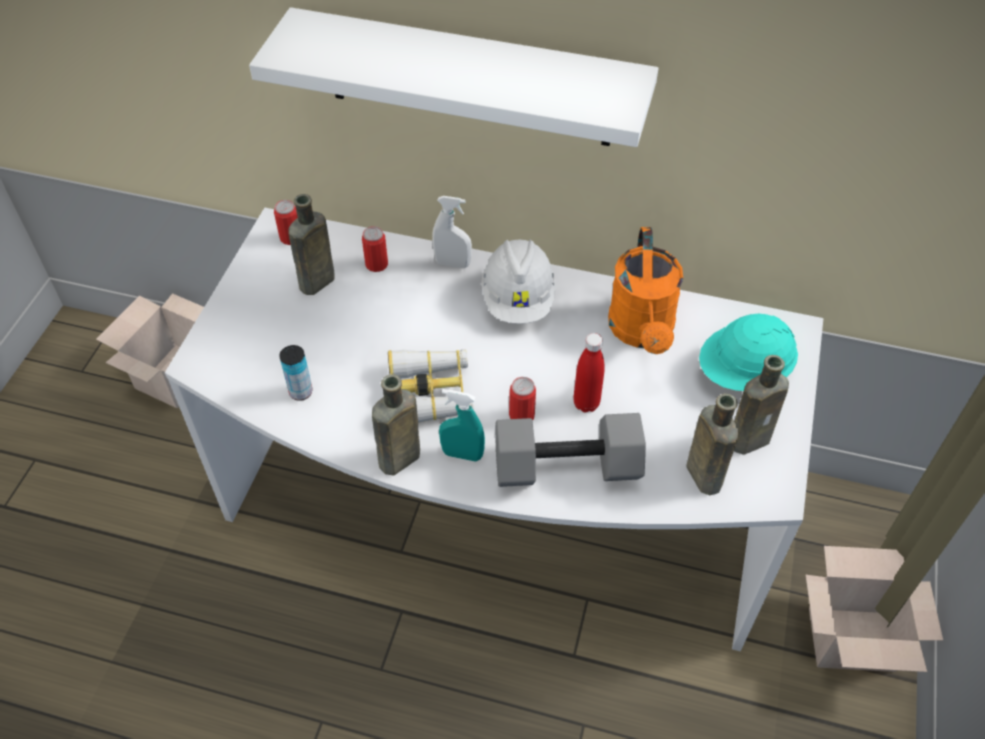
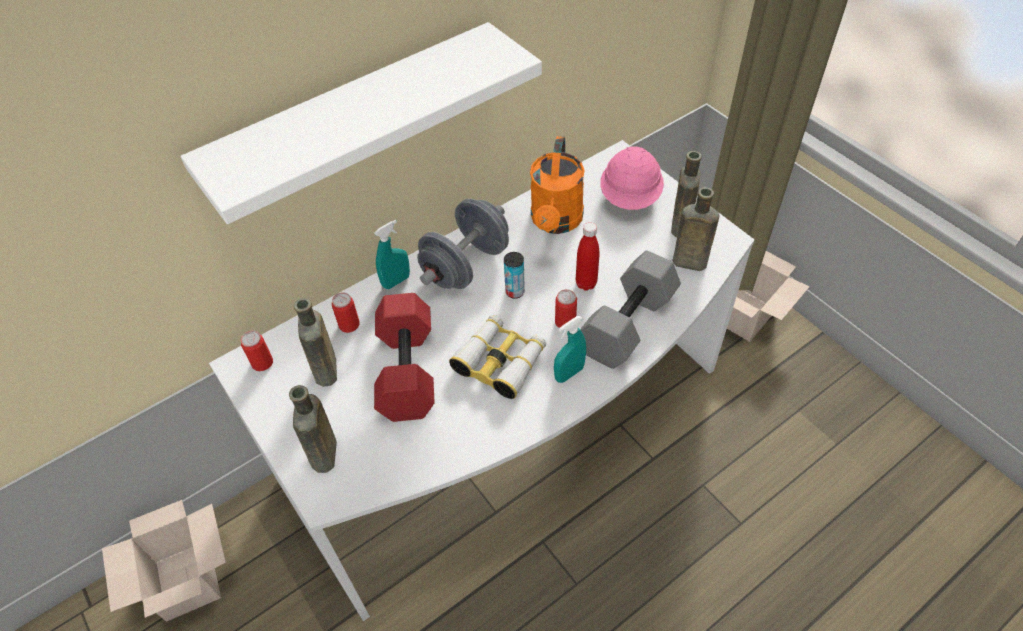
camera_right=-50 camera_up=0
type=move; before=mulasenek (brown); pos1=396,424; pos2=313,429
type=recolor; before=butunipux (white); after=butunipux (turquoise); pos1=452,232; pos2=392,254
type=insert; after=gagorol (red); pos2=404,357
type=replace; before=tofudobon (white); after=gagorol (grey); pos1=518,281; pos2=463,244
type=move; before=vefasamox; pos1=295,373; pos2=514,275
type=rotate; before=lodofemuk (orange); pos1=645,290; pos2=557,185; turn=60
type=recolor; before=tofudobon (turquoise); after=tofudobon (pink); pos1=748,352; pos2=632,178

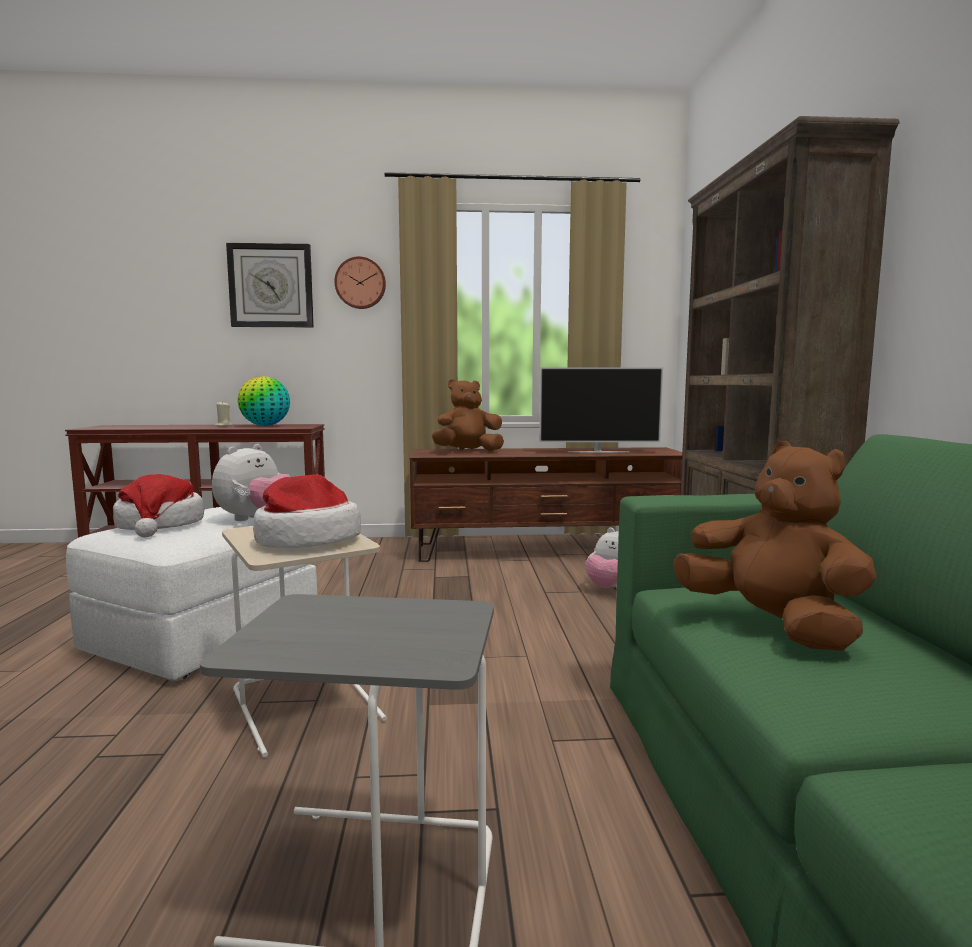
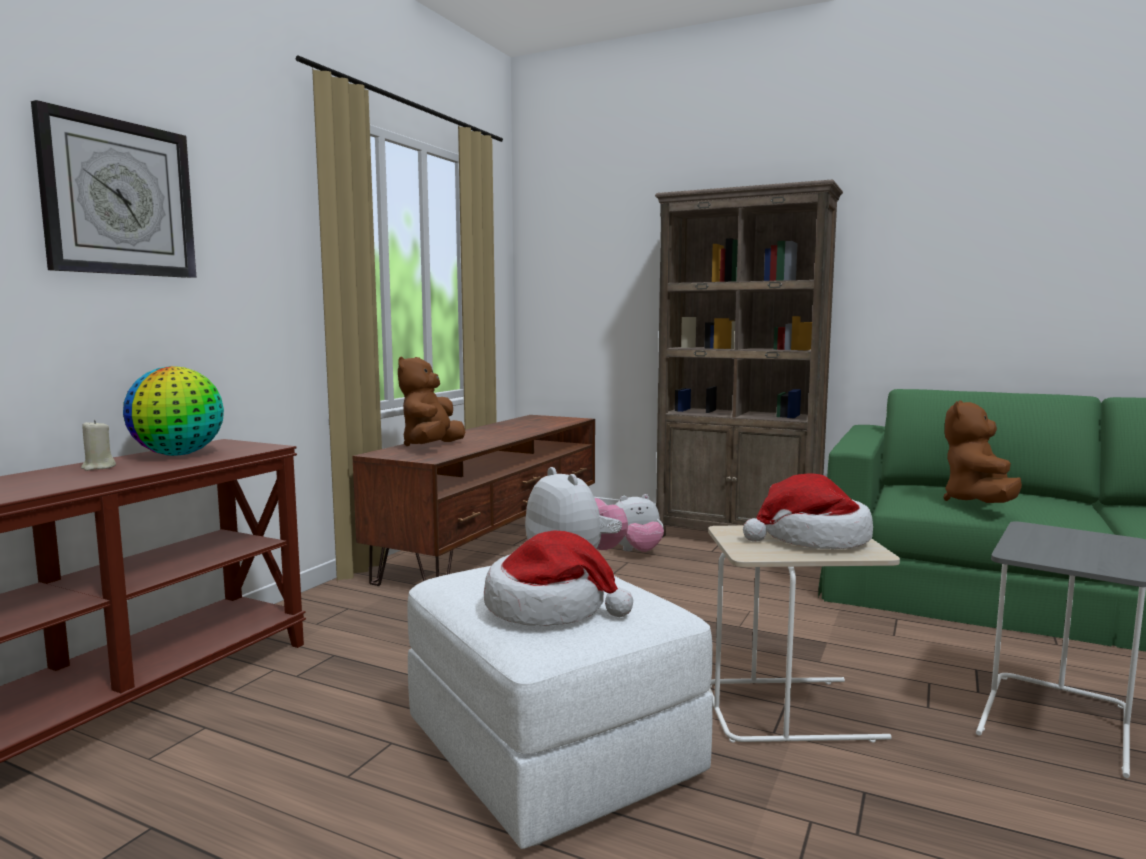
camera_right=-60 camera_up=0
type=rotate; before=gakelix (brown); pos1=774,546; pos2=982,451; turn=-60
type=delete; before=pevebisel; pos1=360,282
type=delete; before=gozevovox; pos1=601,410

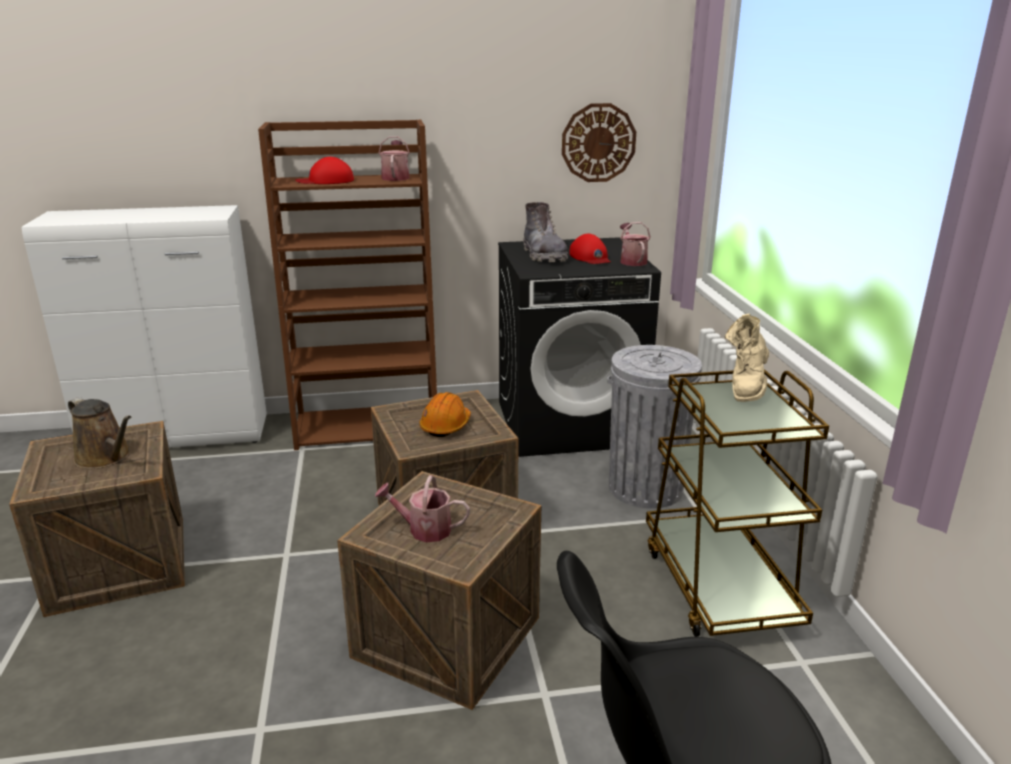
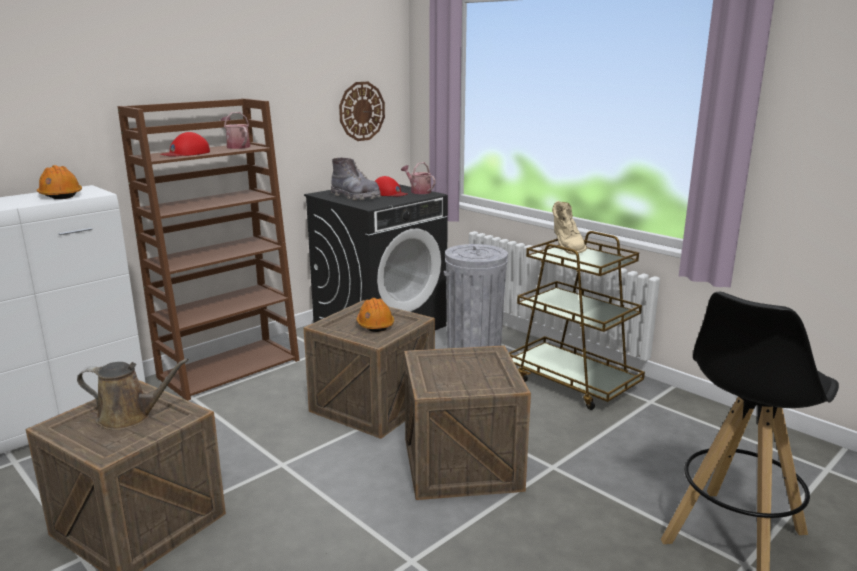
camera_right=-35 camera_up=-5
type=insert; after=tofudobon (orange); pos2=59,182
type=delete; before=lodofemuk; pos1=422,508

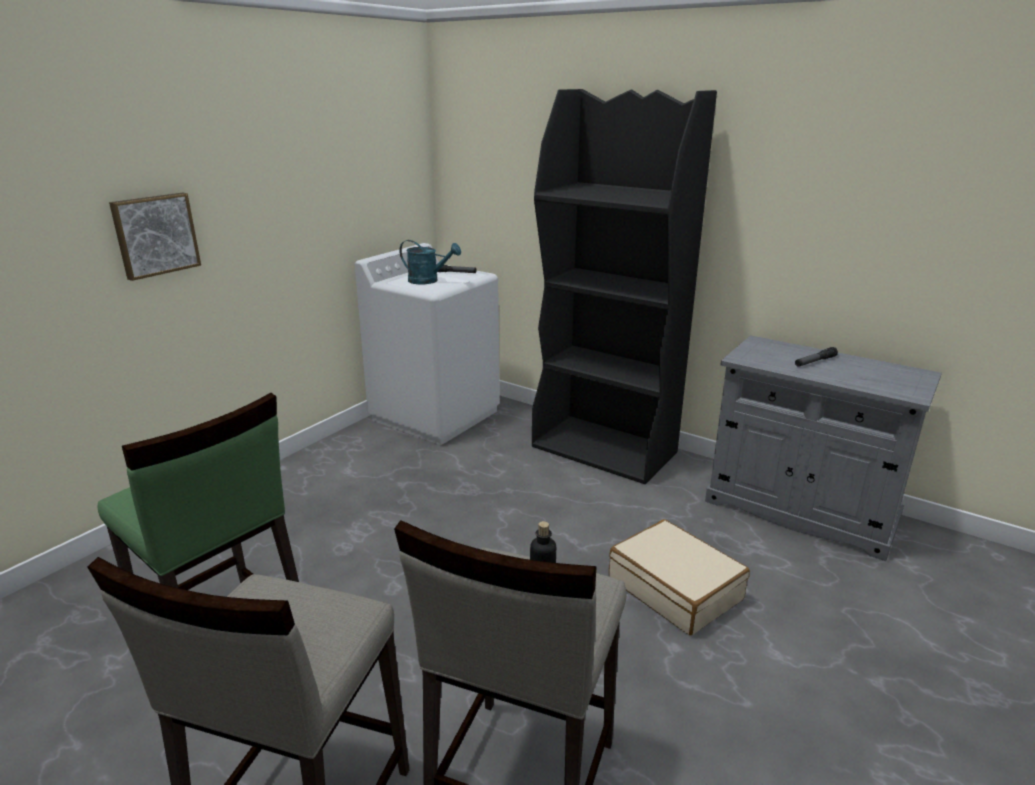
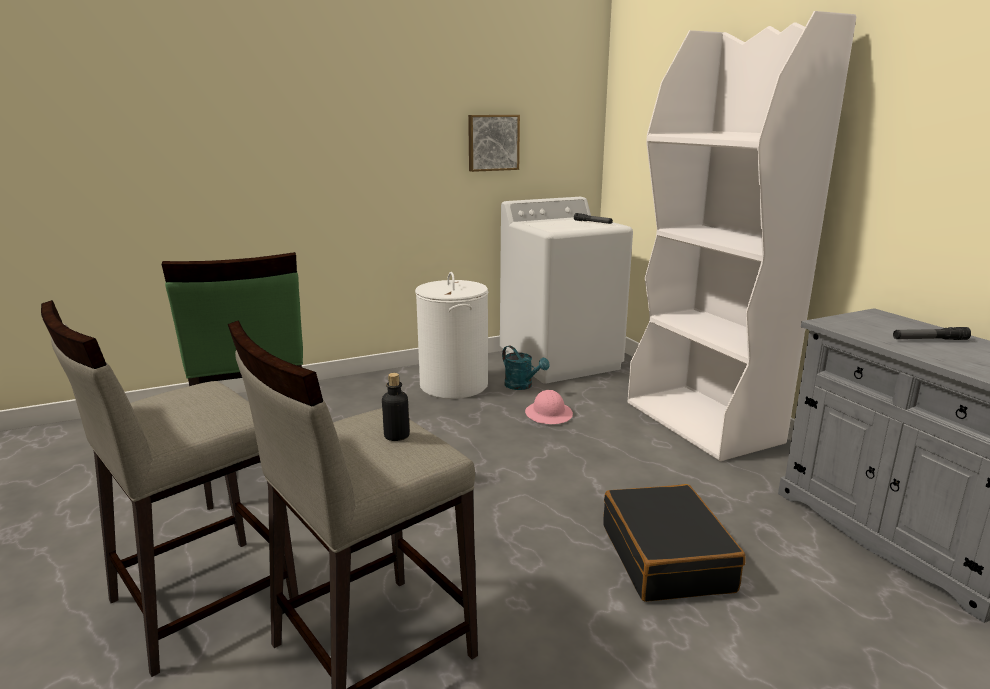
camera_right=30 camera_up=-5
type=insert; after=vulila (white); pos2=451,335
type=move; before=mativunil; pos1=155,237; pos2=494,143
type=move; before=lodofemuk (turquoise); pos1=430,262; pos2=525,367
type=insert; after=tofudobon (pink); pos2=549,407
type=recolor; before=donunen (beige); after=donunen (black); pos1=679,577; pos2=674,543
type=recolor; before=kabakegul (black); after=kabakegul (white); pos1=624,286; pos2=741,236

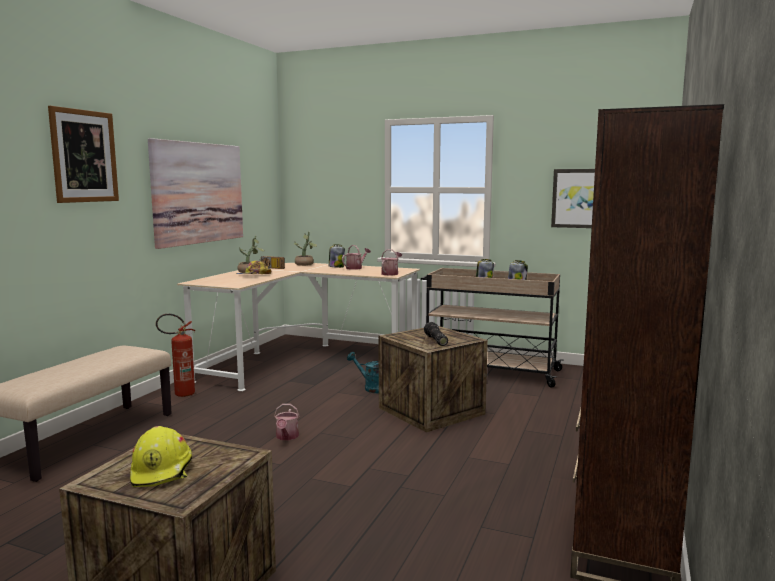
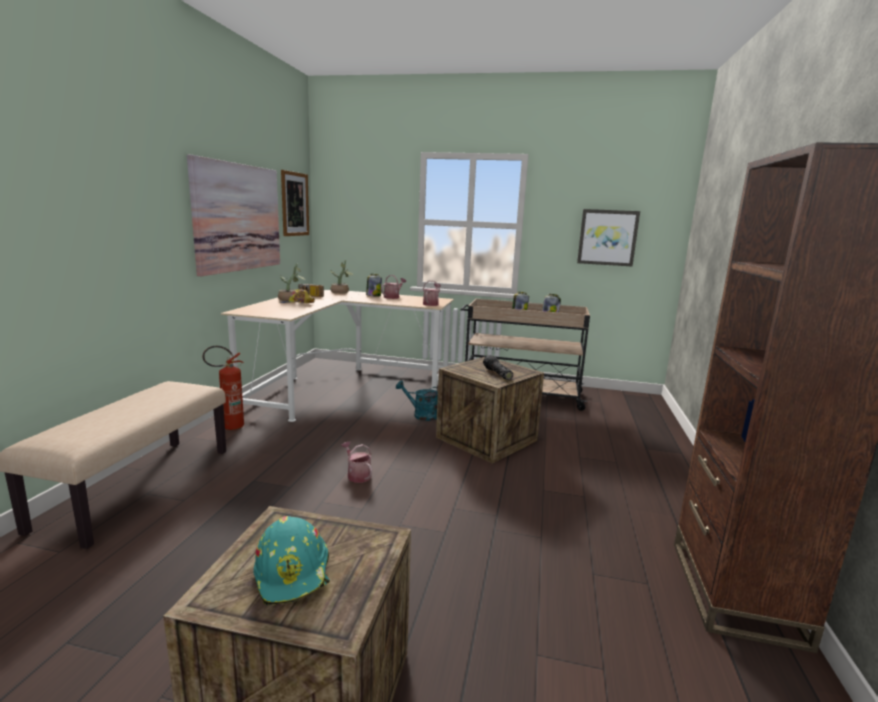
camera_right=-10 camera_up=5
type=recolor; before=tofudobon (yellow); after=tofudobon (turquoise); pos1=161,456; pos2=291,560
type=move; before=mativunil; pos1=83,154; pos2=295,203
type=rotate; before=lodofemuk; pos1=286,422; pos2=356,462; turn=150

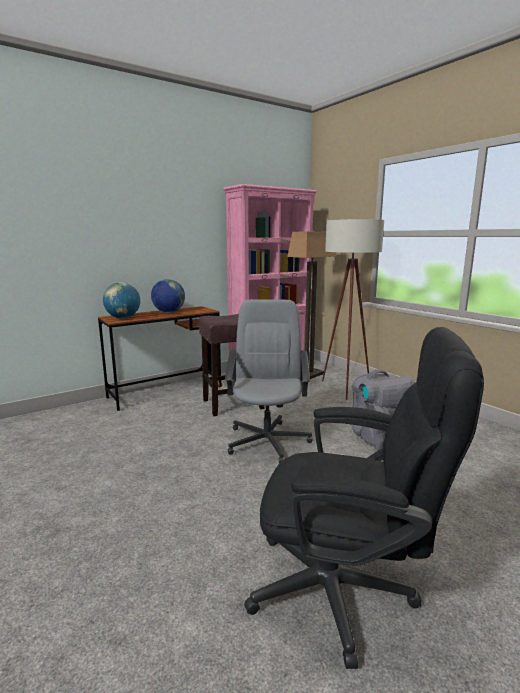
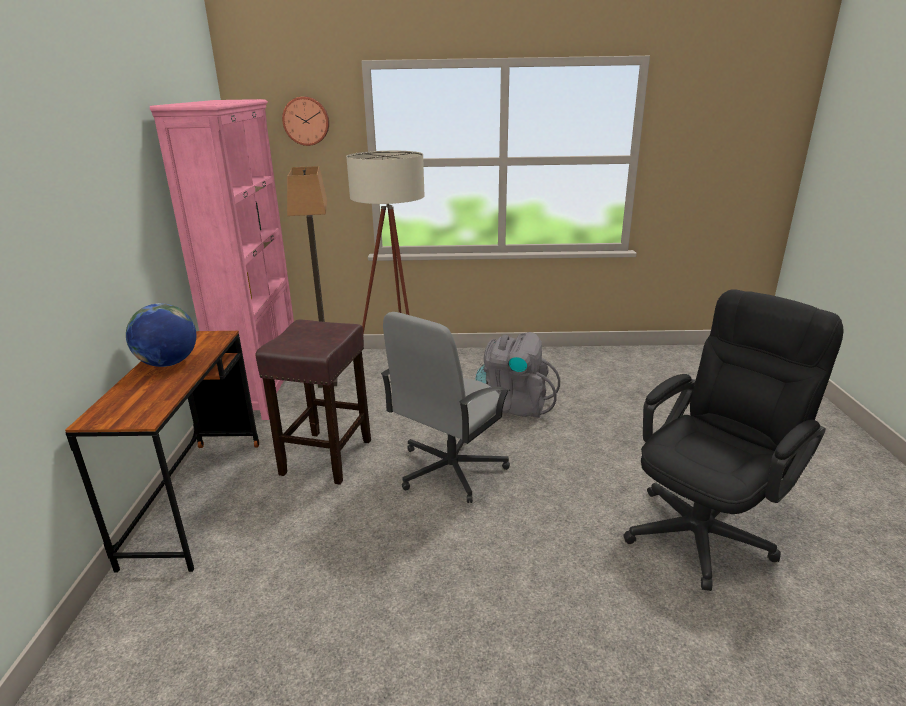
camera_right=-55 camera_up=10
type=insert; after=pevebisel; pos2=305,121
type=rotate; before=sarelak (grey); pos1=269,381; pos2=446,407; turn=-90
type=delete; before=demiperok; pos1=121,300

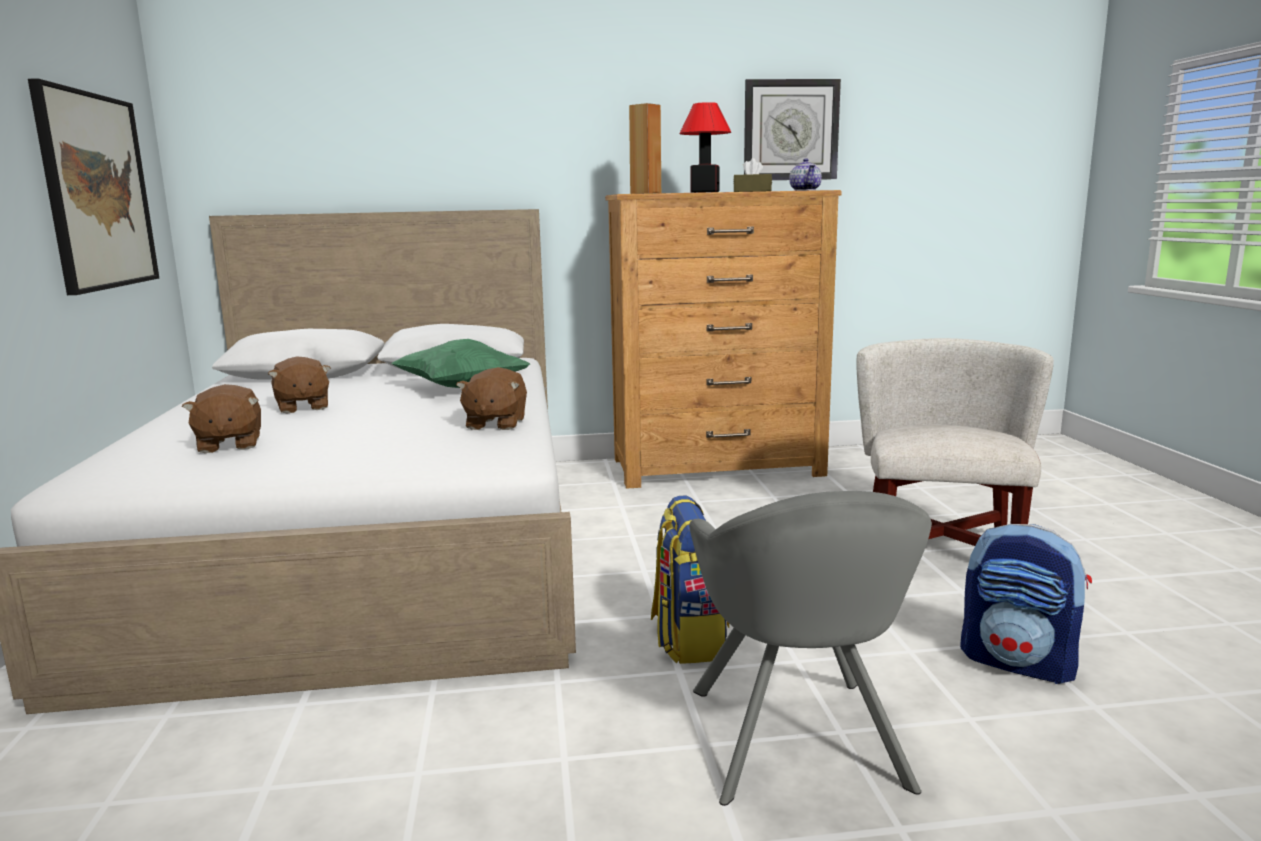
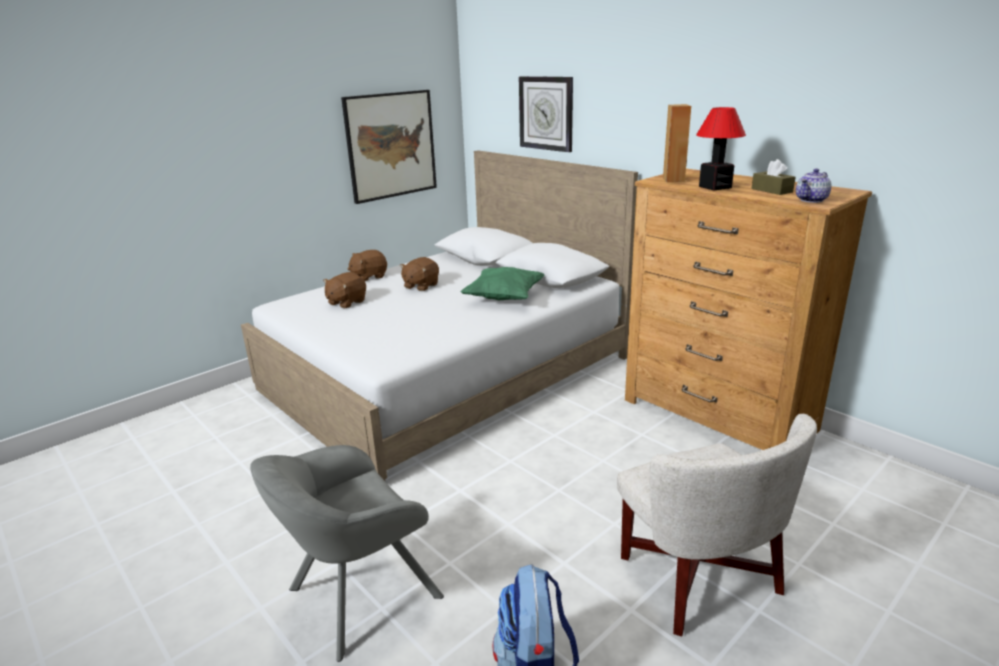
camera_right=55 camera_up=10
type=move; before=gakelix (brown); pos1=491,398; pos2=367,265
type=move; before=pevebisel; pos1=792,129; pos2=546,114
type=rotate; before=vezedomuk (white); pos1=955,442; pos2=717,525; turn=90
type=delete; before=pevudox; pos1=690,580

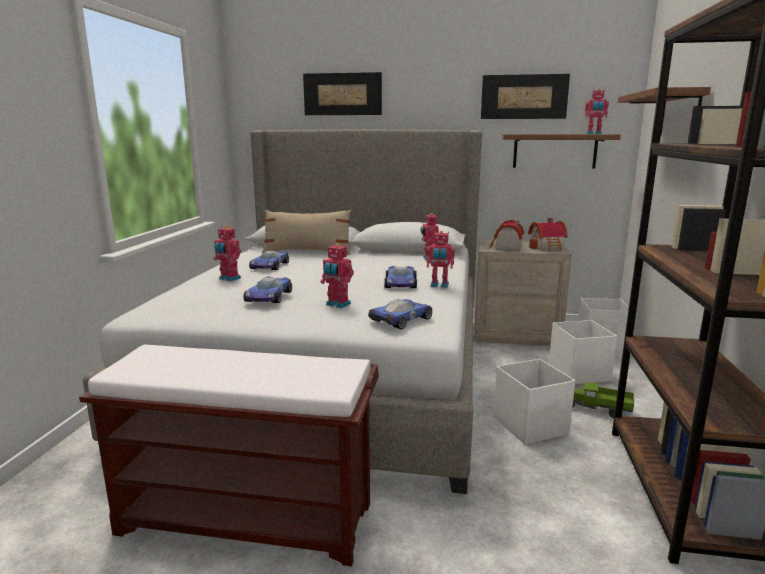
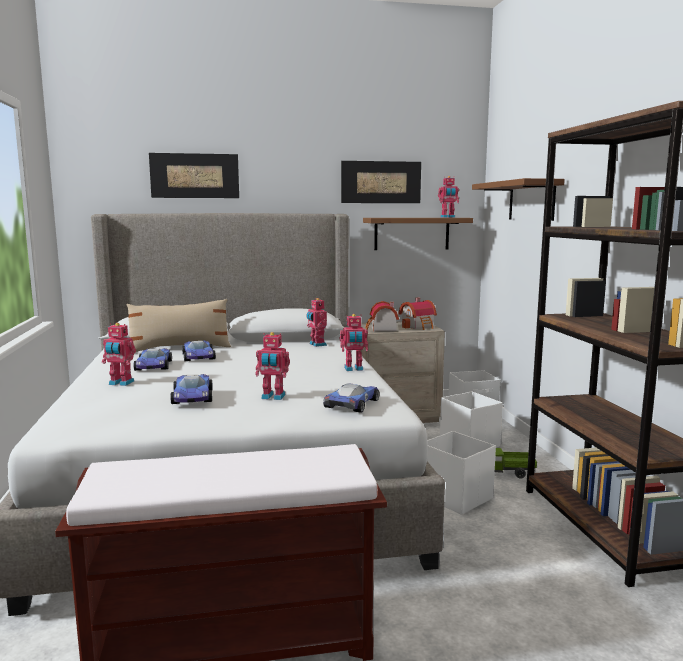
camera_right=-20 camera_up=-5
type=move; before=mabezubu; pos1=400,277; pos2=199,350

